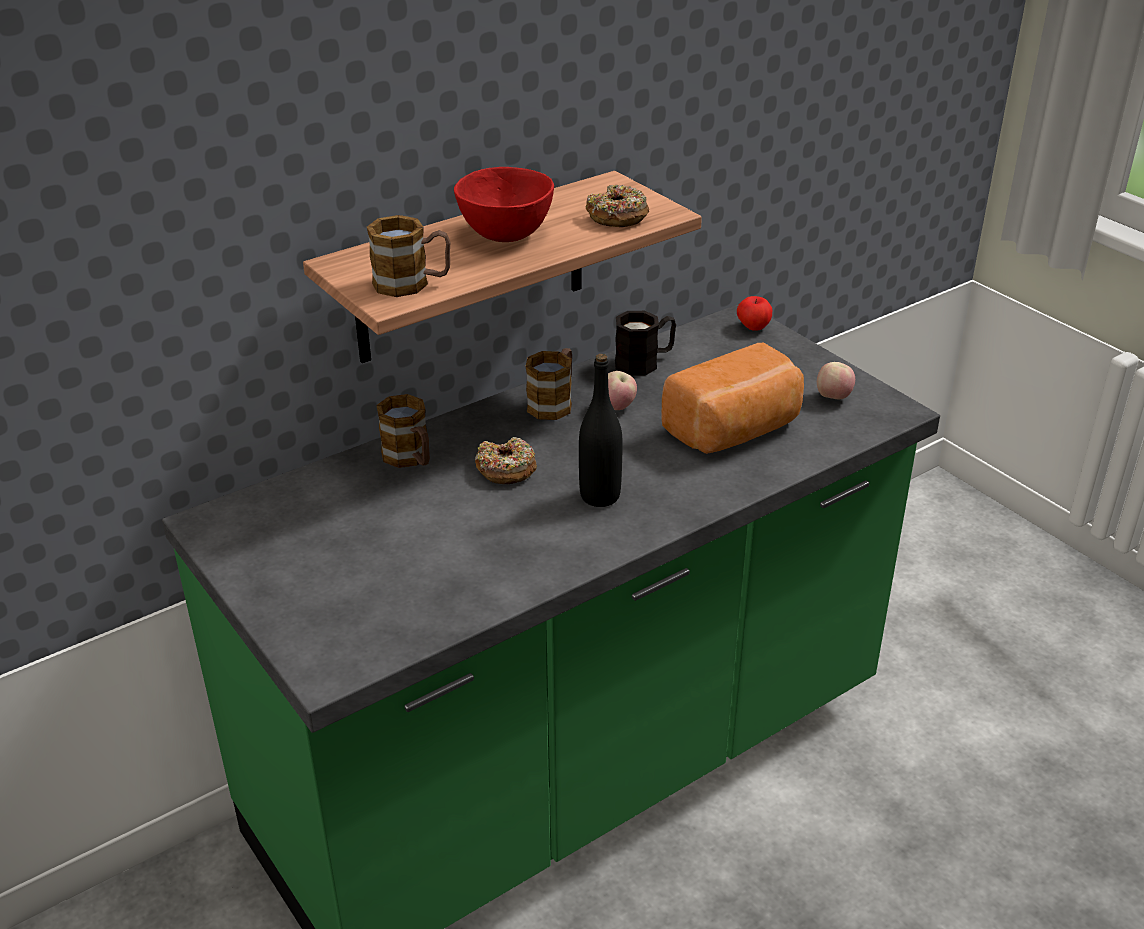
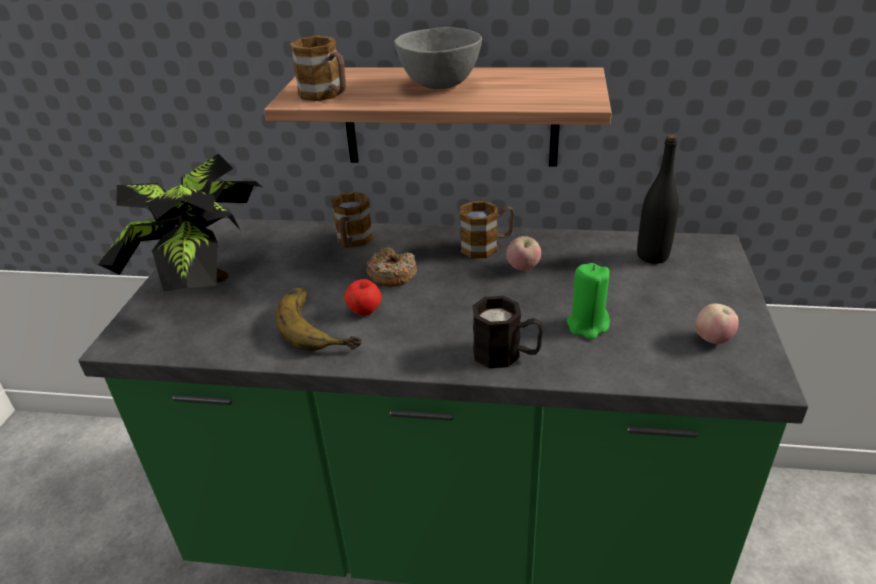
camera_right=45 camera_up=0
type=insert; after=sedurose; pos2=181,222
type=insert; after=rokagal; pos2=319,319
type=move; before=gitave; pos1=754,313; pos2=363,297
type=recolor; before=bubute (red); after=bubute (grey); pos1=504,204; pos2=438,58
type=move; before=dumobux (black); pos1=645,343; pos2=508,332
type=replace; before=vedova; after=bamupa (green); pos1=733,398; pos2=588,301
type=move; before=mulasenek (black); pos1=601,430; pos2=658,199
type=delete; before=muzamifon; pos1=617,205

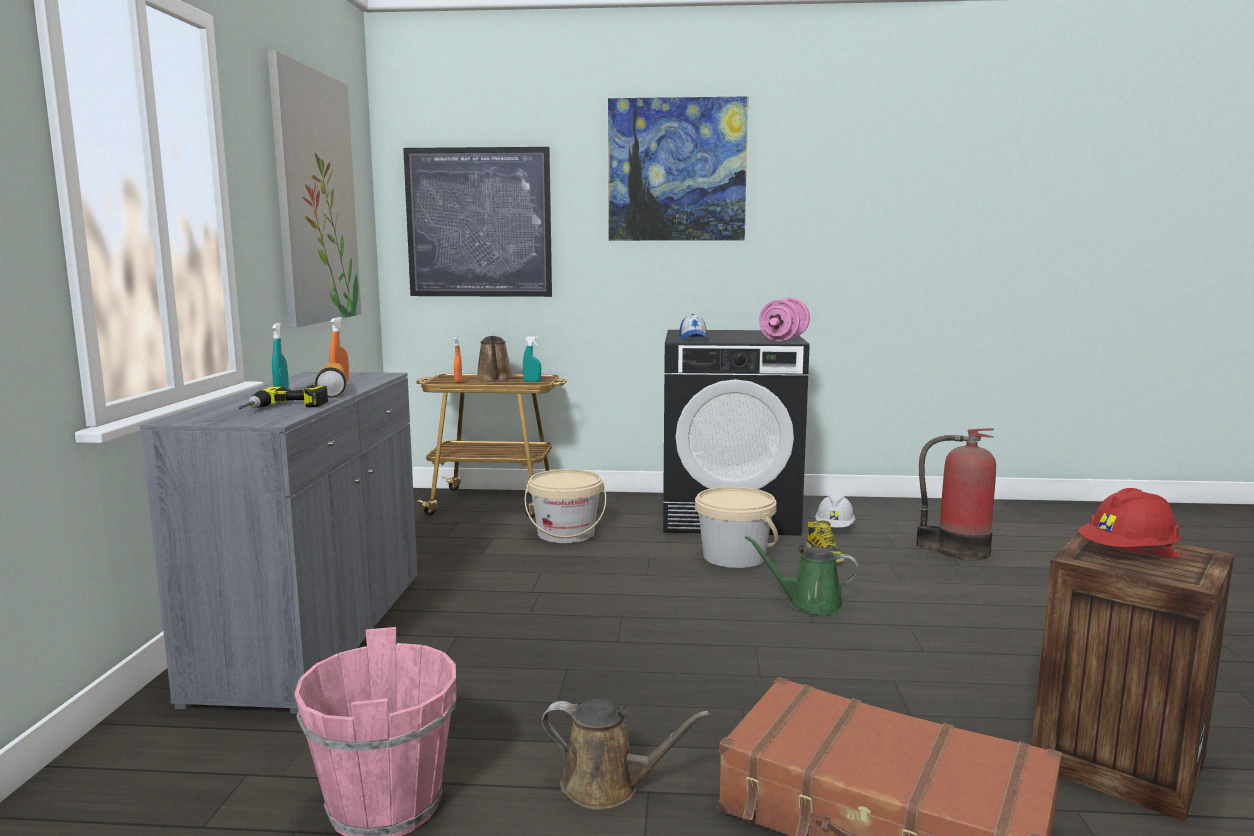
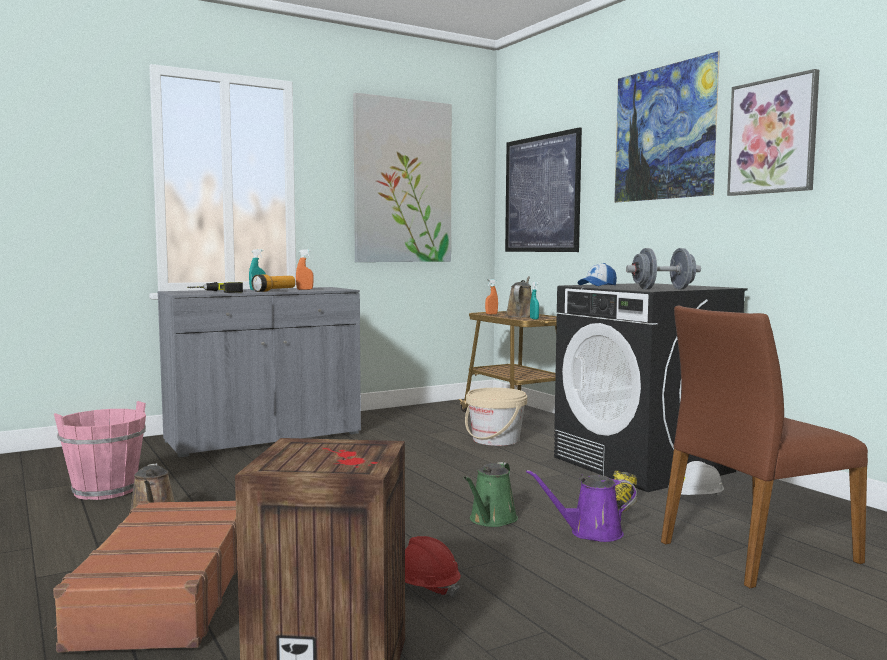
camera_right=55 camera_up=-5
type=move; before=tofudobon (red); pos1=1130,518; pos2=433,566
type=rotate; before=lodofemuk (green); pos1=801,575; pos2=491,494; turn=-135
type=rotate; before=lodofemuk (brown); pos1=495,359; pos2=518,297; turn=150
type=insert; after=lodofemuk (purple); pos2=581,506
type=recolor; before=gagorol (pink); after=gagorol (grey); pos1=784,319; pos2=663,269
type=replace; before=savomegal; after=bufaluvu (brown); pos1=956,494; pos2=764,447
type=insert; after=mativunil; pos2=773,132
type=delete; before=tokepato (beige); pos1=736,527

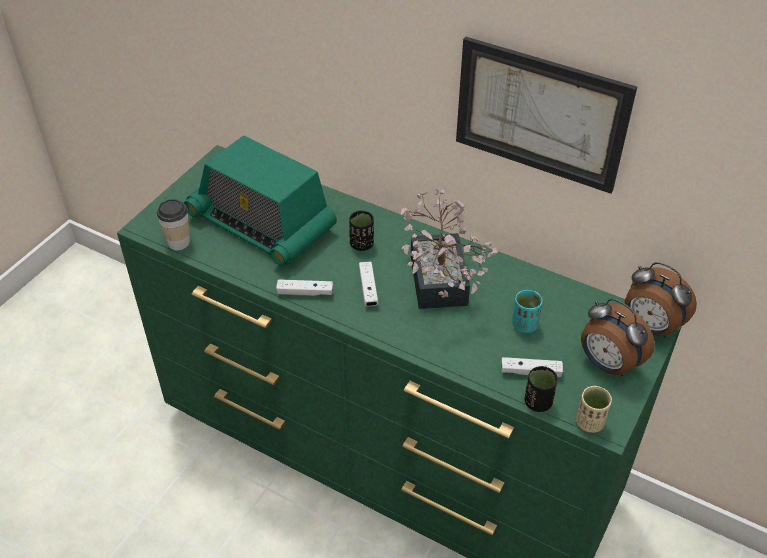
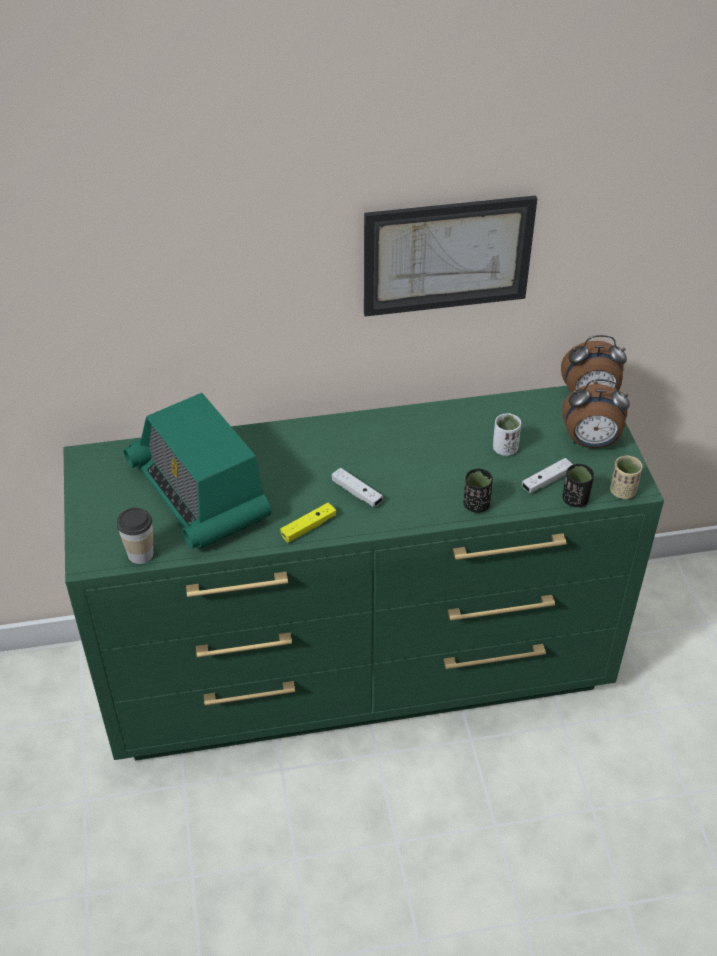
camera_right=-40 camera_up=0
type=rotate; before=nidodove; pos1=260,200; pos2=197,471; turn=60
type=recolor; before=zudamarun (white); after=zudamarun (yellow); pos1=304,287; pos2=308,523
type=move; before=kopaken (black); pos1=361,231; pos2=478,491
type=recolor; before=kopaken (turquoise); after=kopaken (white); pos1=527,311; pos2=507,434
type=delete; before=sedurose; pos1=449,248

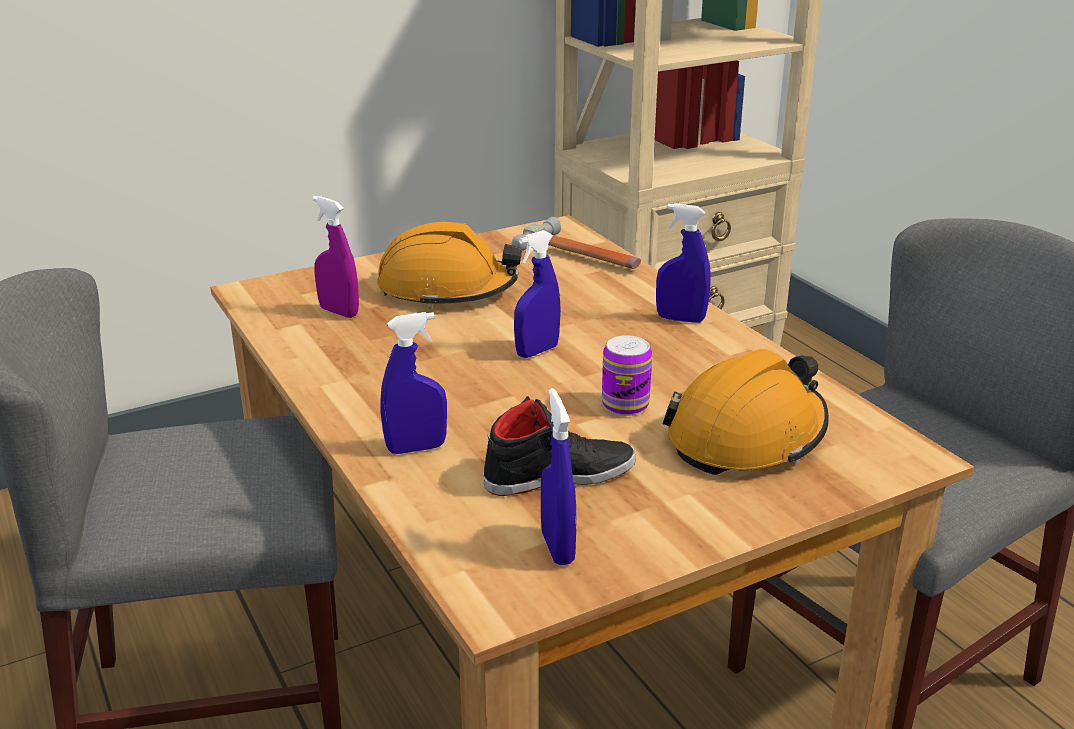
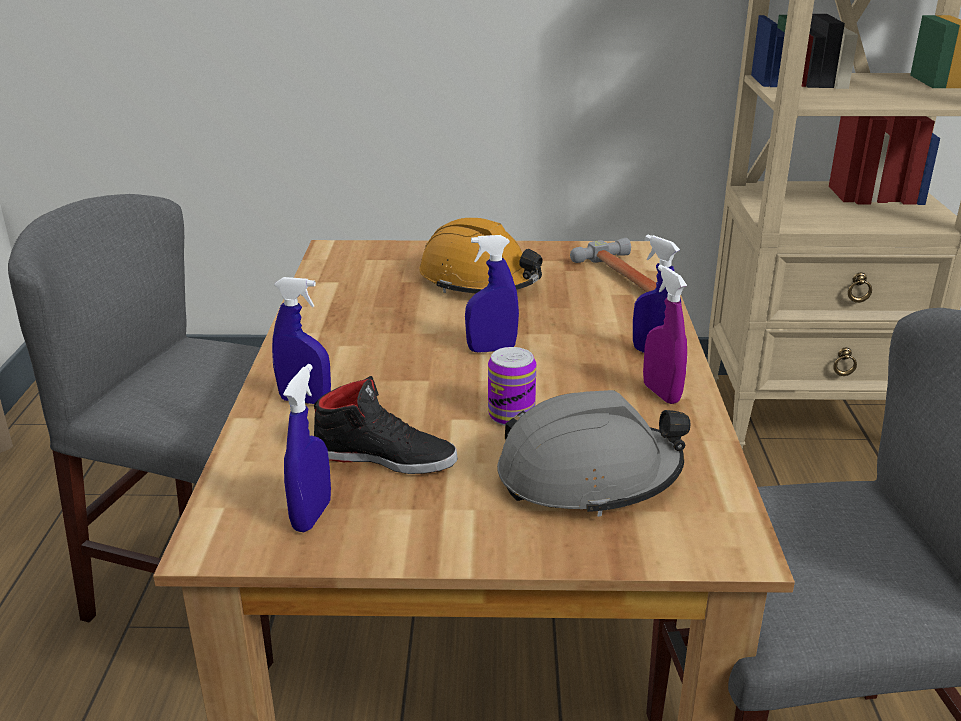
camera_right=30 camera_up=0
type=recolor; before=tofudobon (orange); after=tofudobon (grey); pos1=745,412; pos2=594,453
type=move; before=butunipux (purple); pos1=336,257; pos2=665,334

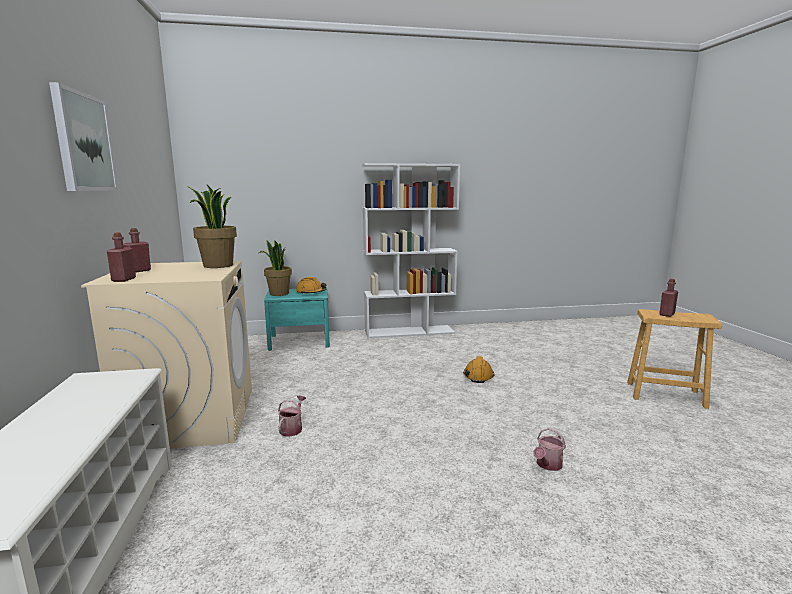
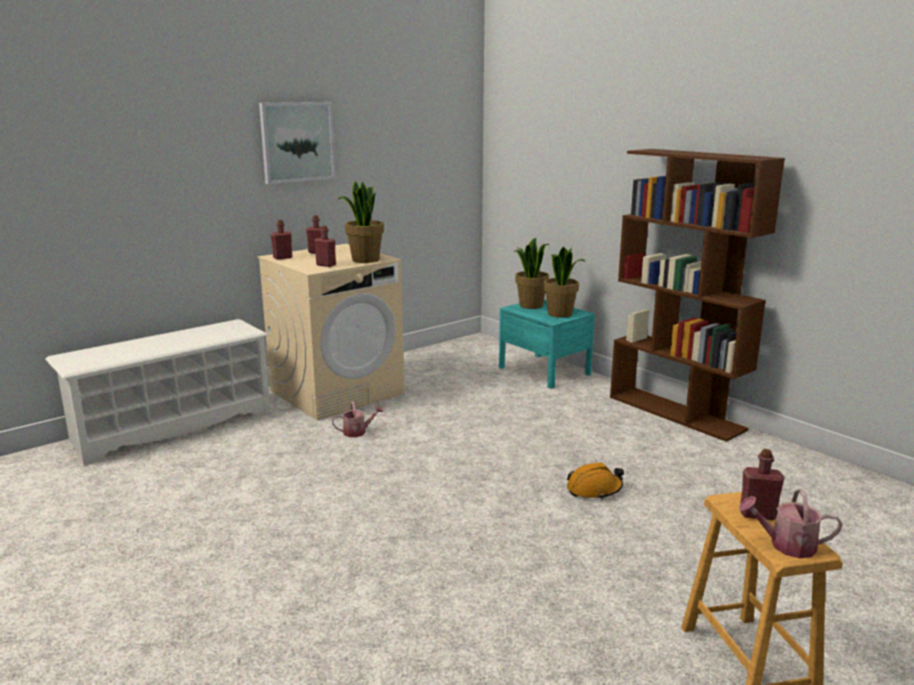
camera_right=60 camera_up=5
type=insert; after=mulasenek (red); pos2=325,246
type=replace; before=tofudobon (orange); after=sedurose; pos1=311,285; pos2=565,282
type=recolor; before=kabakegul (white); after=kabakegul (brown); pos1=411,250; pos2=697,295
type=move; before=lodofemuk; pos1=549,449; pos2=790,523

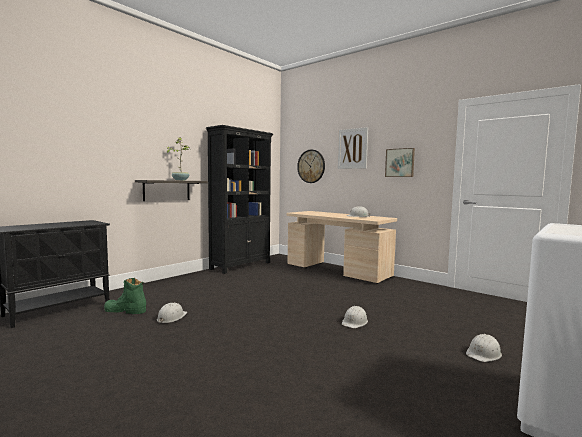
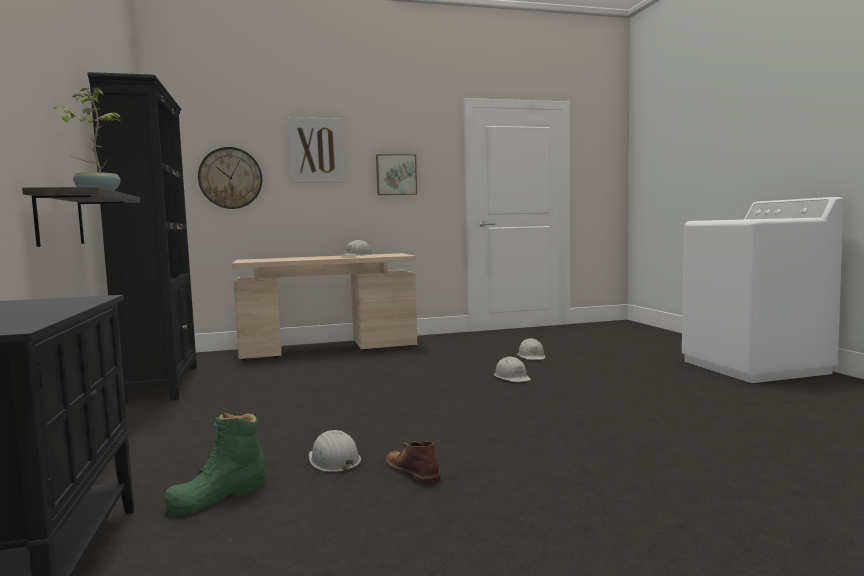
camera_right=-55 camera_up=0
type=insert; after=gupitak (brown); pos2=413,462
type=move; before=tofudobon (white); pos1=484,348; pos2=531,349

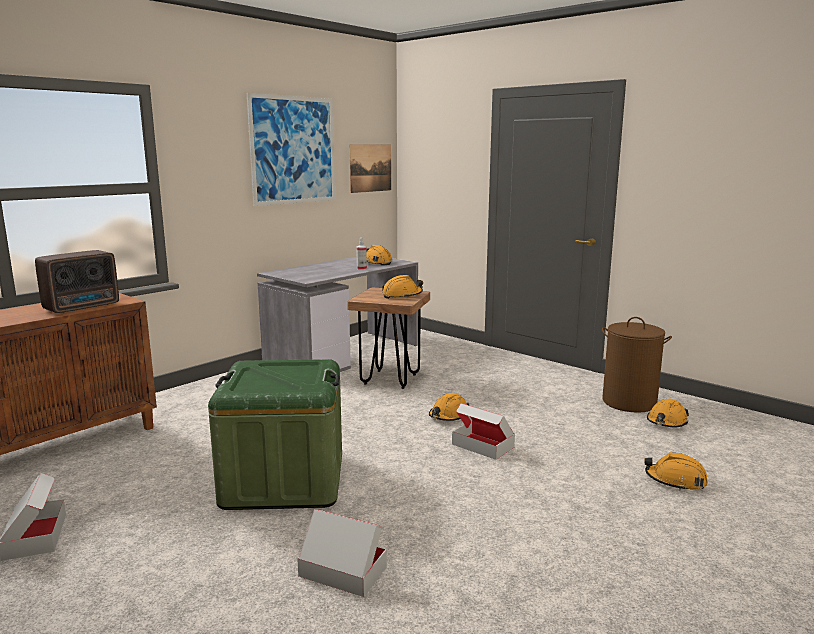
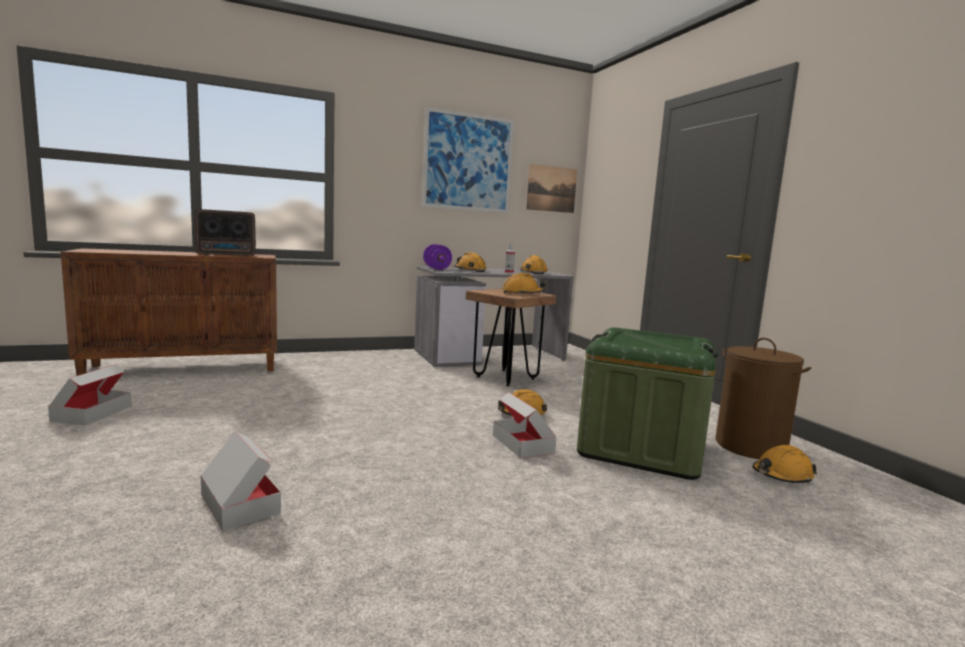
camera_right=25 camera_up=-5
type=insert; after=gagorol (purple); pos2=437,257
type=move; before=tofudobon (orange); pos1=676,471; pos2=470,262
type=move; before=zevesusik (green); pos1=275,434; pos2=647,403

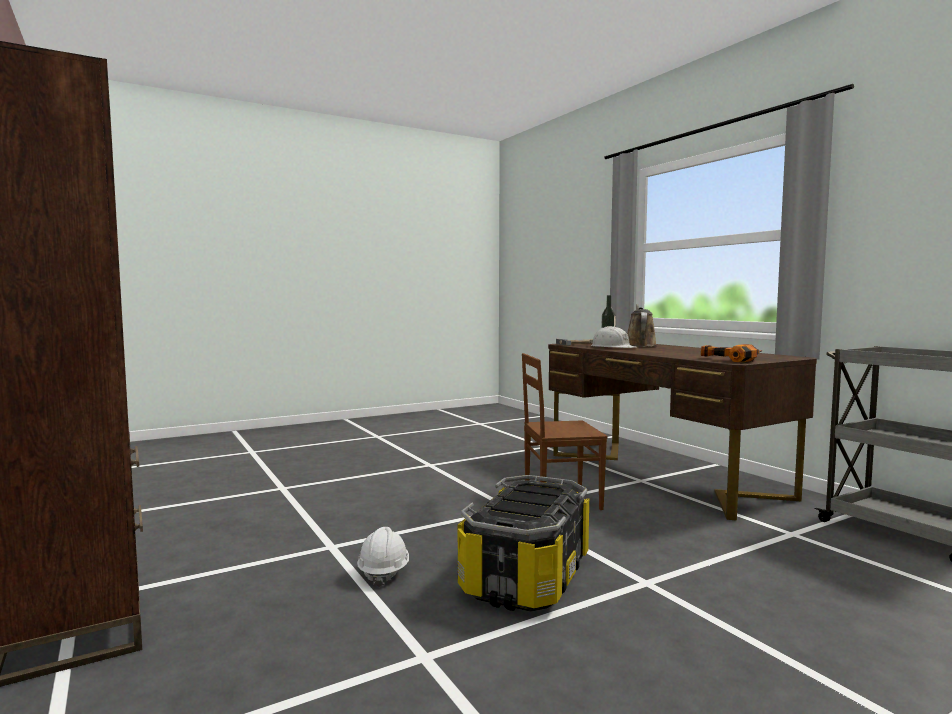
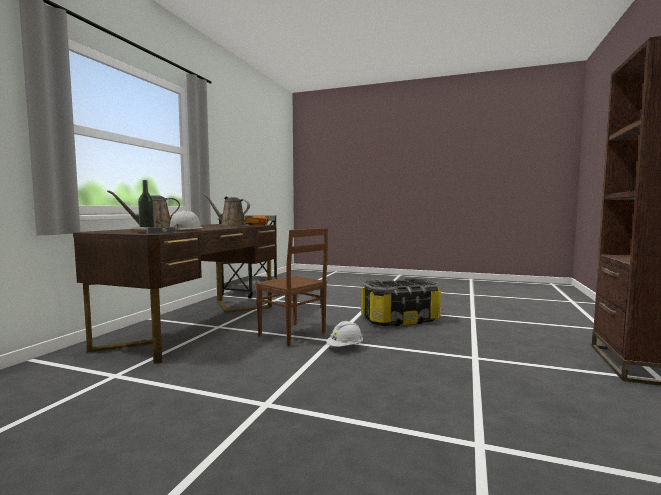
camera_right=-130 camera_up=0
type=insert; after=lodofemuk (brown); pos2=227,210
type=move; before=tofudobon (white); pos1=383,557; pos2=344,334

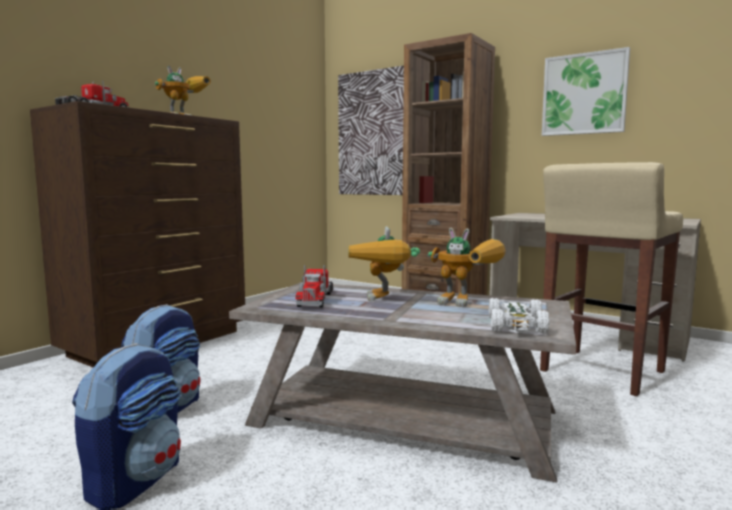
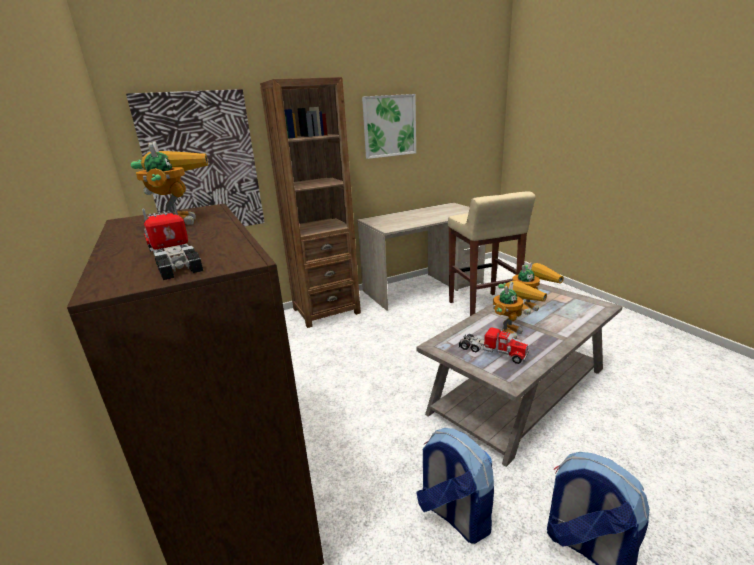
camera_right=-60 camera_up=15
type=rotate; before=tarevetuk; pos1=384,264; pos2=520,310; turn=-75
type=delete; before=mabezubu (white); pos1=519,316

